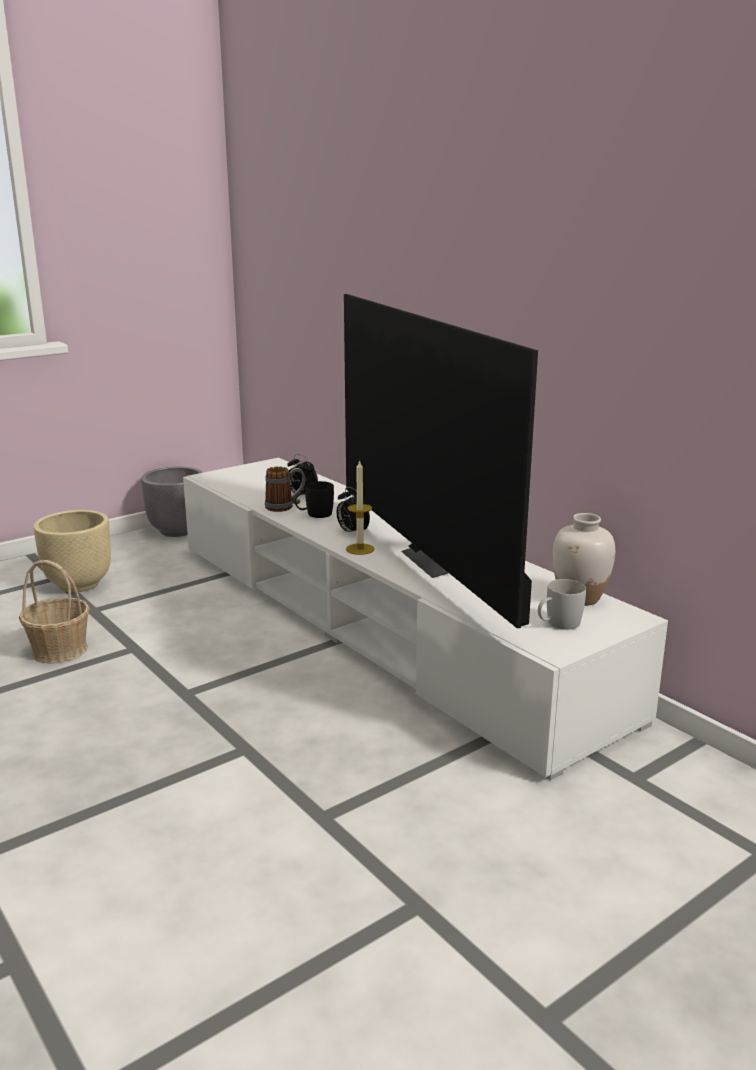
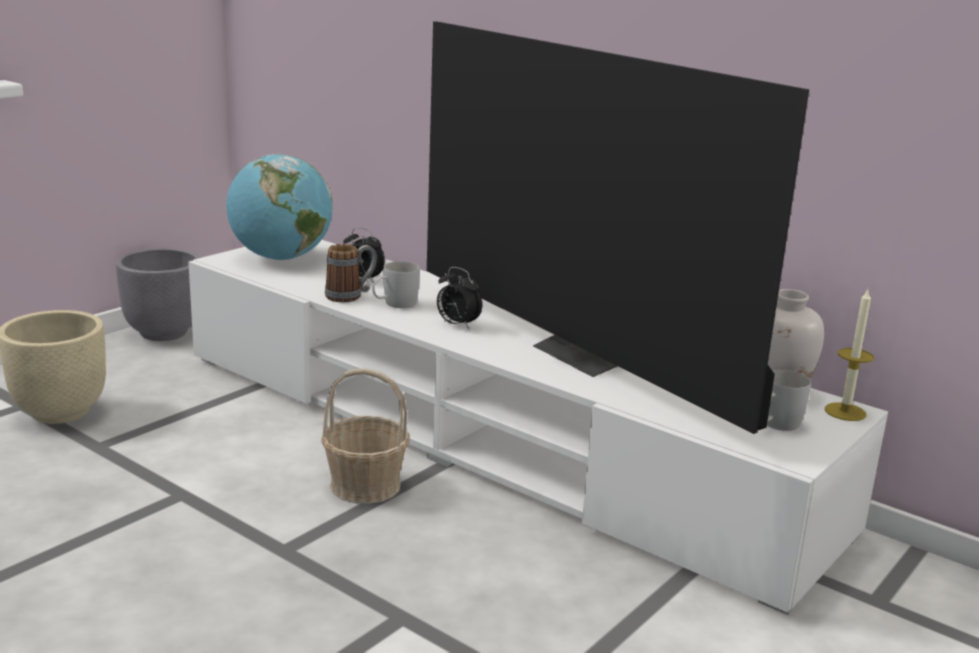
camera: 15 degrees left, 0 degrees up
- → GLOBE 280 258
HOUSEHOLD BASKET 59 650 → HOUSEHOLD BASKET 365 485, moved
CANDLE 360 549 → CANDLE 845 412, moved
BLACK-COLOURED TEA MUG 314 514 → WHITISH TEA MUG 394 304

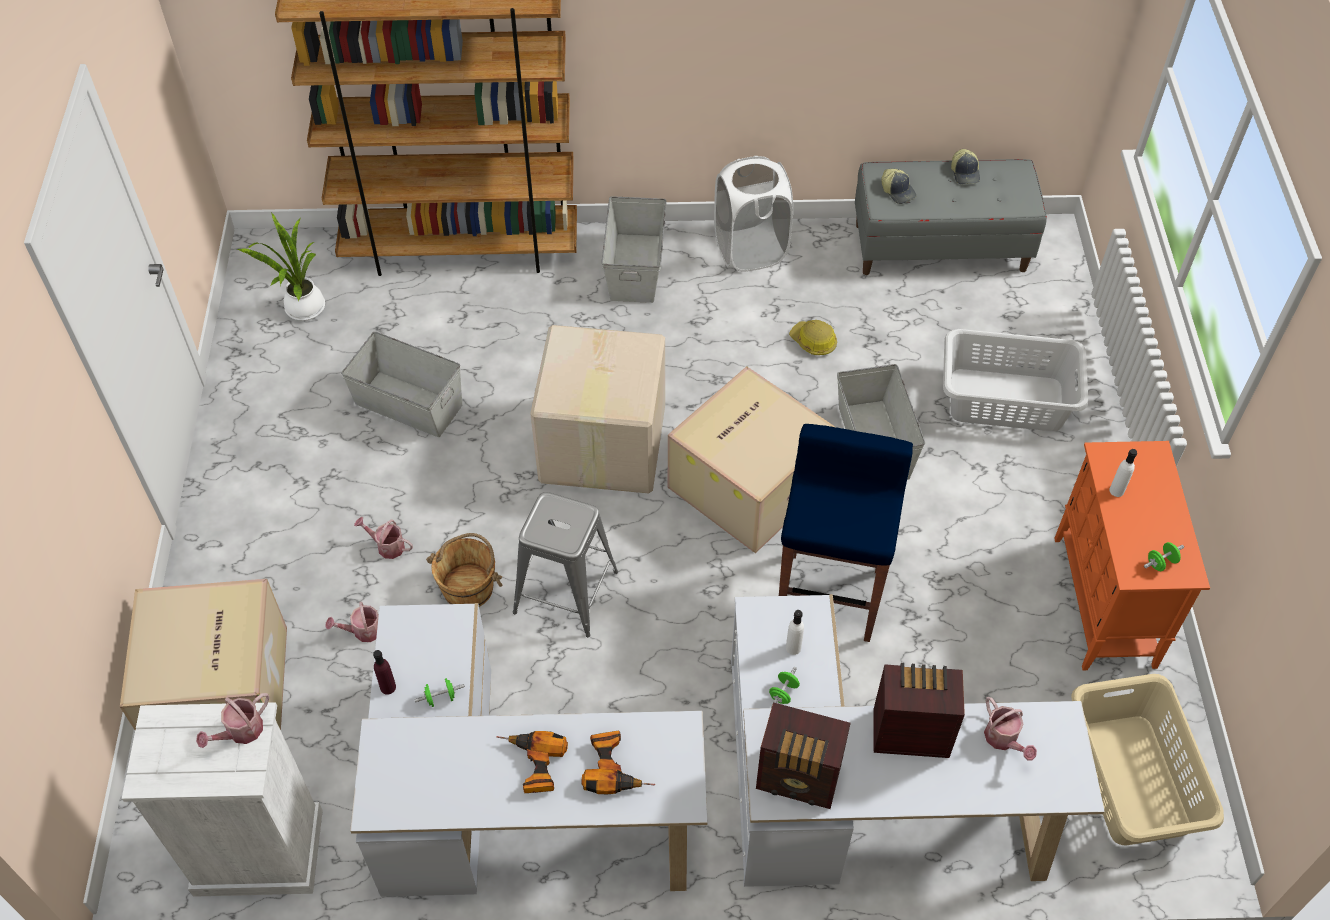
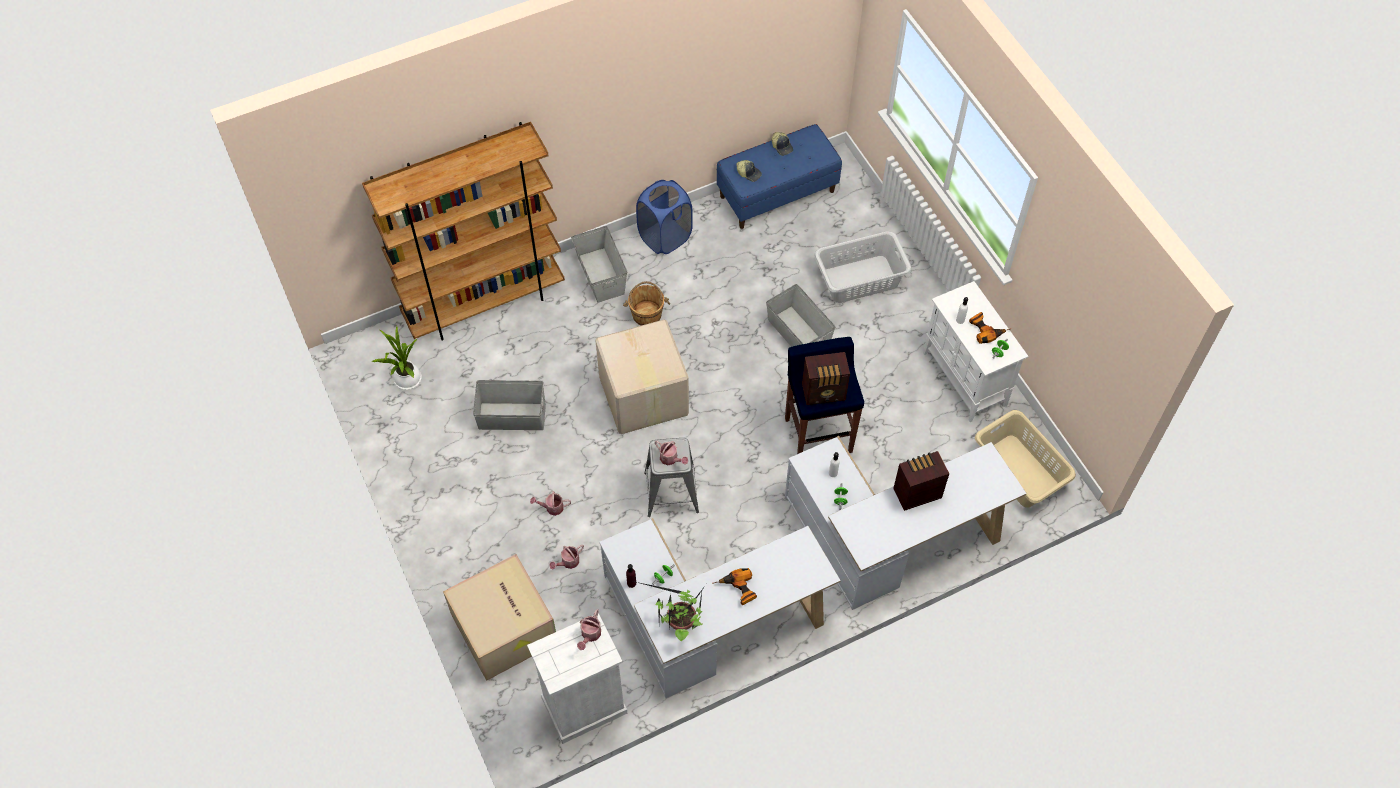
camera: 25 degrees left, 5 degrees up
CARTON 748 482 → -
WORK HELMET 813 342 → -
- → POTTED PLANT 679 621
BROWN-COLOURED PAIL 468 587 → BROWN-COLOURED PAIL 647 313, moved
DRILL 614 766 → DRILL 986 329, moved
RADIO SET 799 779 → RADIO SET 824 393, moved
SPRINKLING CAN 1004 739 → SPRINKLING CAN 670 459, moved
WHITISH WASHING BASKET 750 250 → BLUISH WASHING BASKET 665 237
GREYISH BENCH 940 247 → BLUISH BENCH 777 193
ORANGEY STORAGE CABINET 1104 603 → WHITISH STORAGE CABINET 965 379

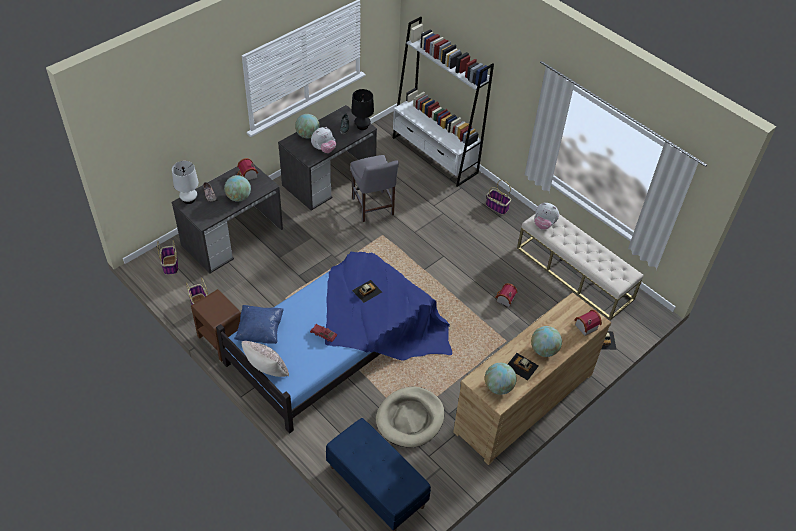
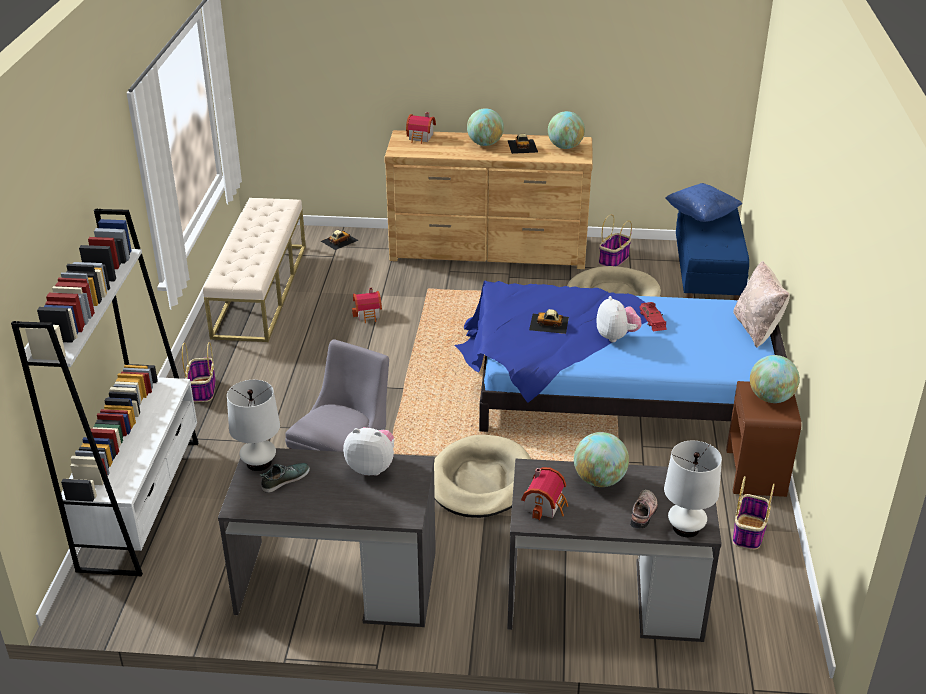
camera: 130 degrees left, 15 degrees down
- → SAND-COLOURED DOG BED 480 481
HOUSEHOLD BASKET 170 265 → HOUSEHOLD BASKET 613 260, moved
BLUISH PILLOW 260 331 → BLUISH PILLOW 701 215, moved
GLOBE 307 135 → GLOBE 770 398, moved
PLUSH TOY 544 224 → PLUSH TOY 616 336, moved
BLACK-COLOURED TABLETOP LAMP 362 126 → WHITISH TABLETOP LAMP 259 462

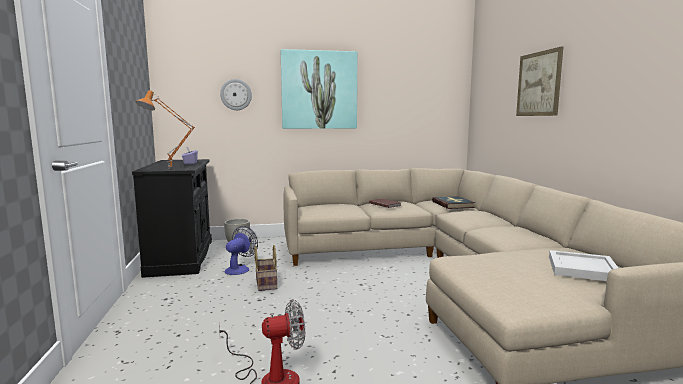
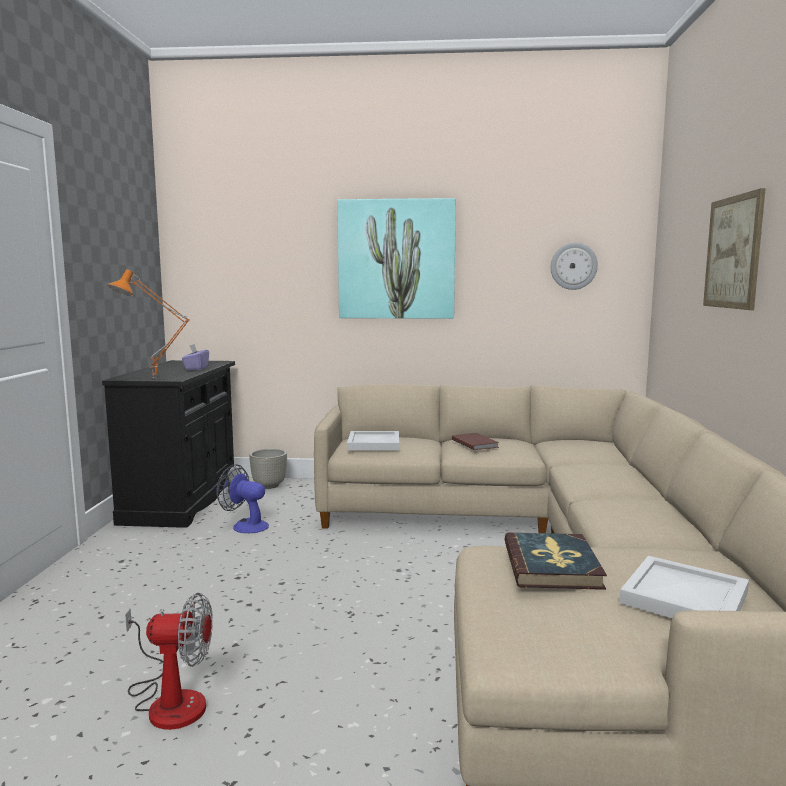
camera: 15 degrees right, 0 degrees up
HOUSEHOLD BASKET 265 283 → -
- → WHITISH CARRYING TRAY 374 443
CLOCK ON THE WALL 236 94 → CLOCK ON THE WALL 573 266, moved
BOOK 453 204 → BOOK 552 565, moved
FAN 240 269 → FAN 245 525, 105 degrees counterclockwise

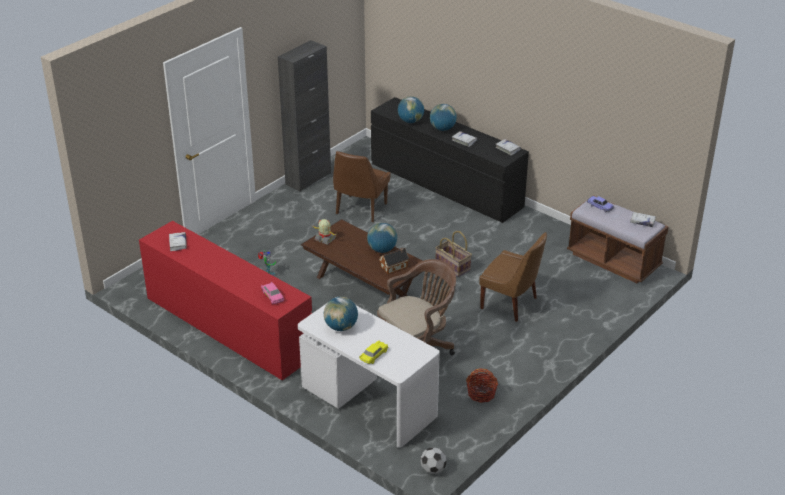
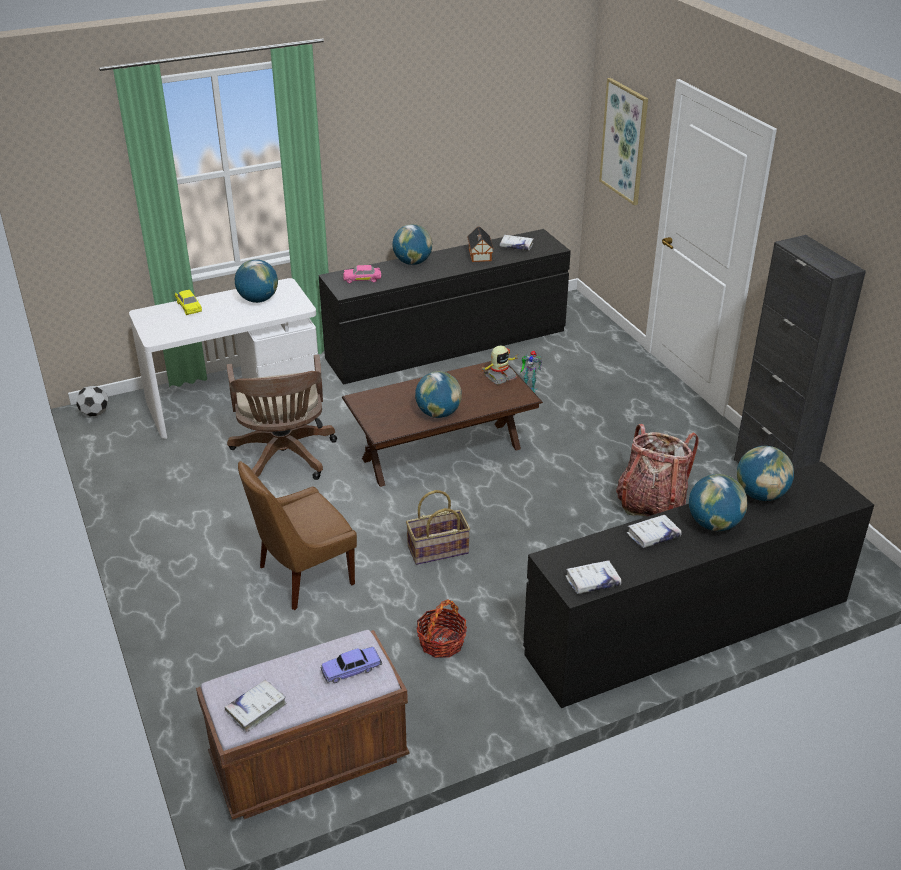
camera: 115 degrees right, 0 degrees up
- → GLOBE 412 262
- → WALL PICTURE 624 141
TOY HOUSE 395 266 → TOY HOUSE 479 255, moved
HOUSEHOLD BASKET 481 394 → HOUSEHOLD BASKET 441 642, moved
BROWN-COLOURED PLAIN CHAIR 360 210 → BACKPACK 651 504
RED-COLOURED CHEST OF DRAWERS 228 327 → BLACK-COLOURED CHEST OF DRAWERS 446 344

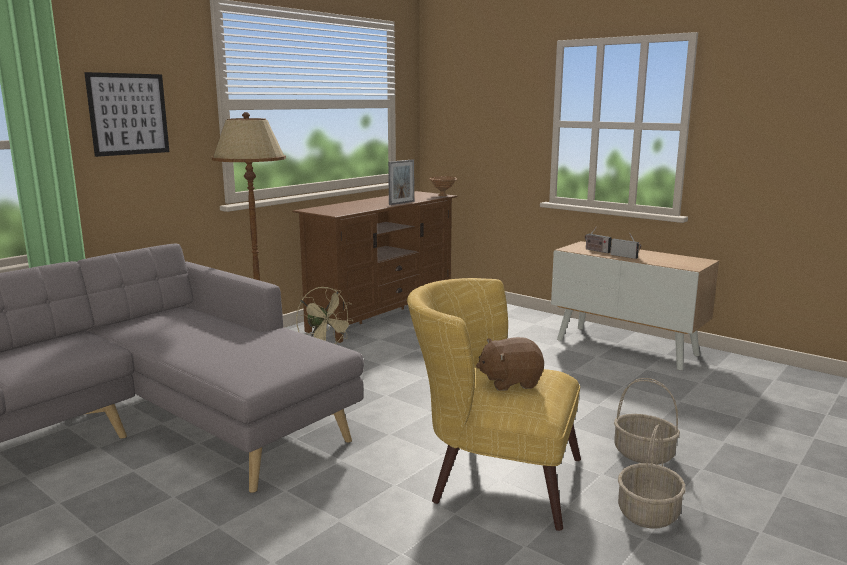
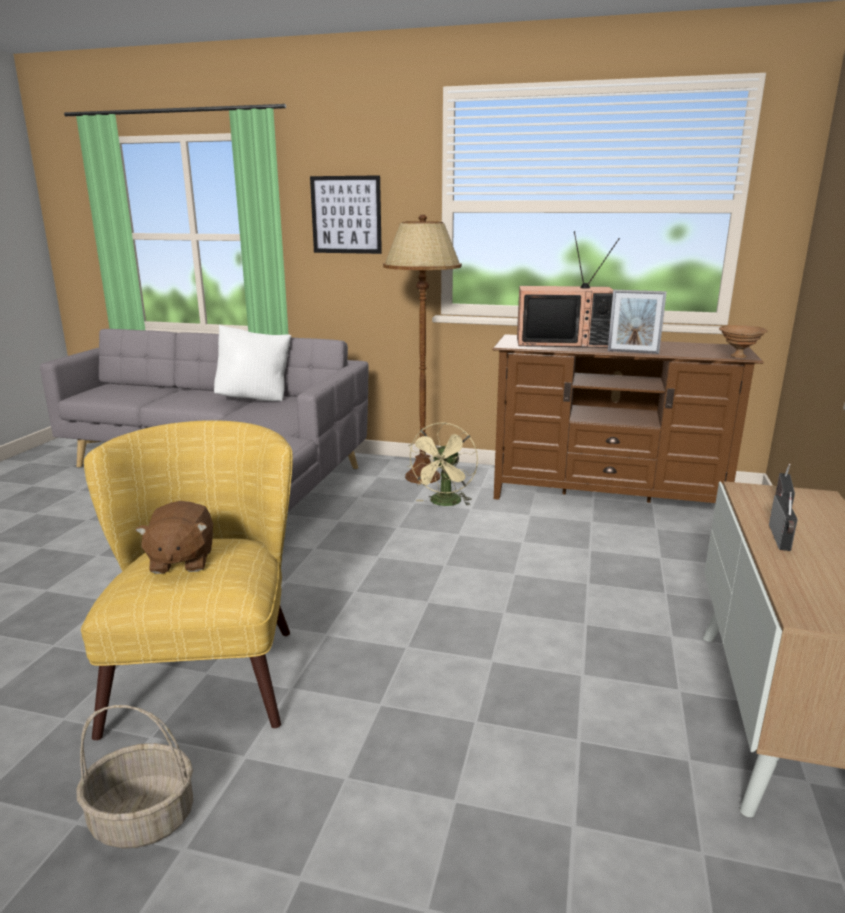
camera: 65 degrees right, 5 degrees up
HOUSEHOLD BASKET 644 454 → -
- → WHITISH PILLOW 255 399
- → TV 563 342
BROWN-COLOURED PLUSH TOY 510 382 → BROWN-COLOURED PLUSH TOY 181 561, 150 degrees counterclockwise

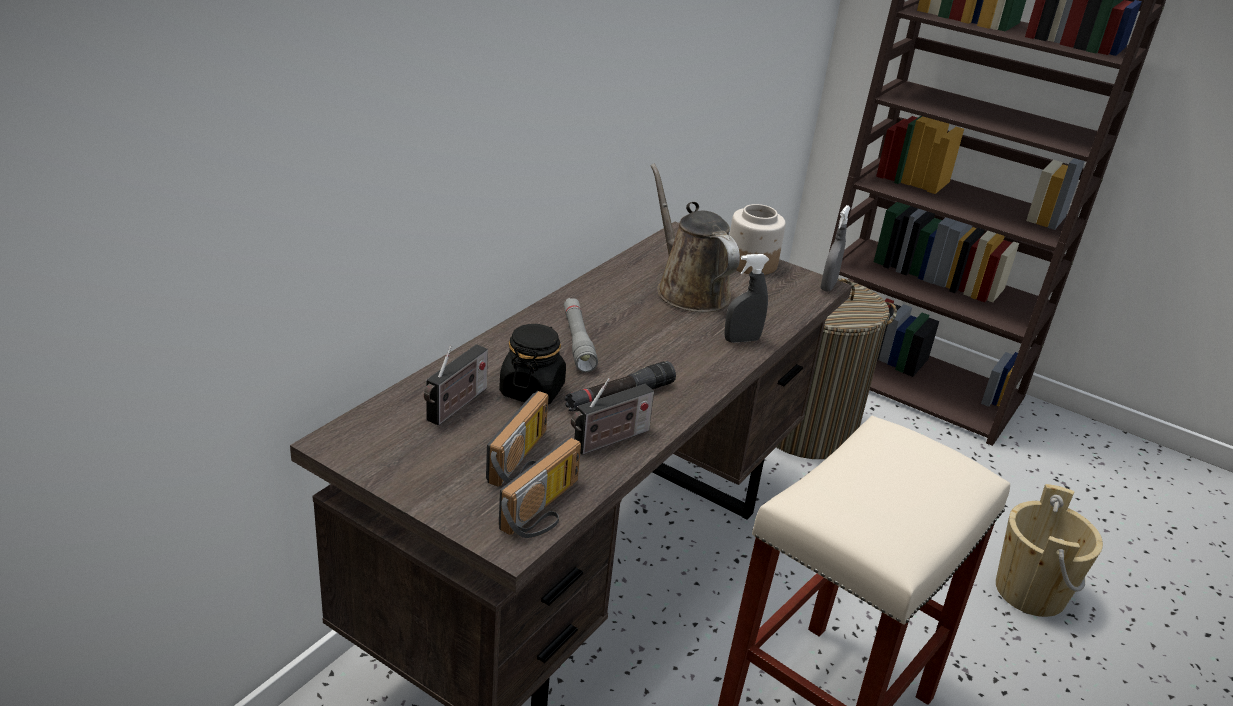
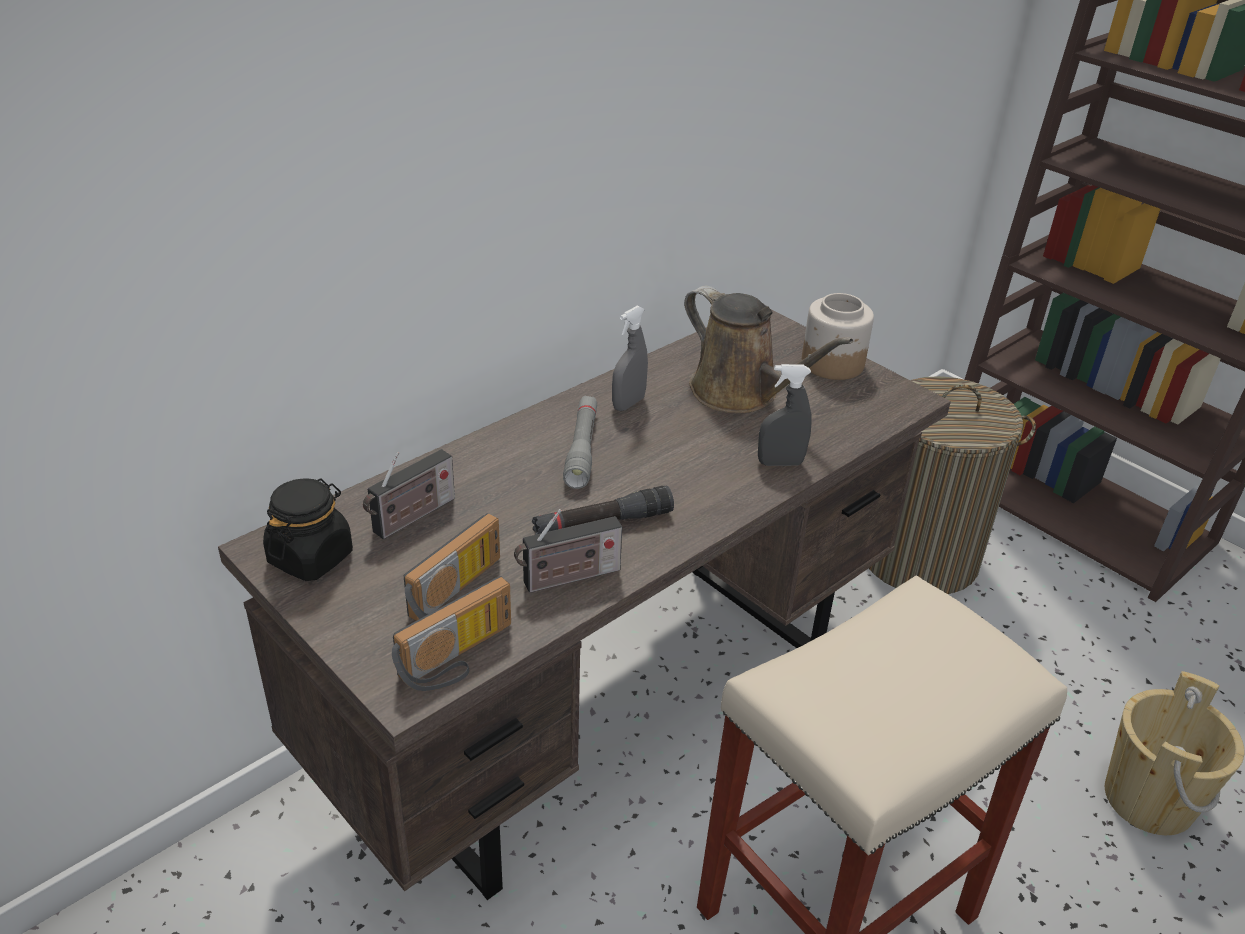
camera: 15 degrees right, 5 degrees up
BLACK-COLOURED STORAGE JAR 532 390 → BLACK-COLOURED STORAGE JAR 311 557, moved
GREYISH HAND SPRAYER 828 286 → GREYISH HAND SPRAYER 628 403, moved
BROWN-COLOURED SPRINKLING CAN 688 290 → BROWN-COLOURED SPRINKLING CAN 740 393, 150 degrees clockwise

